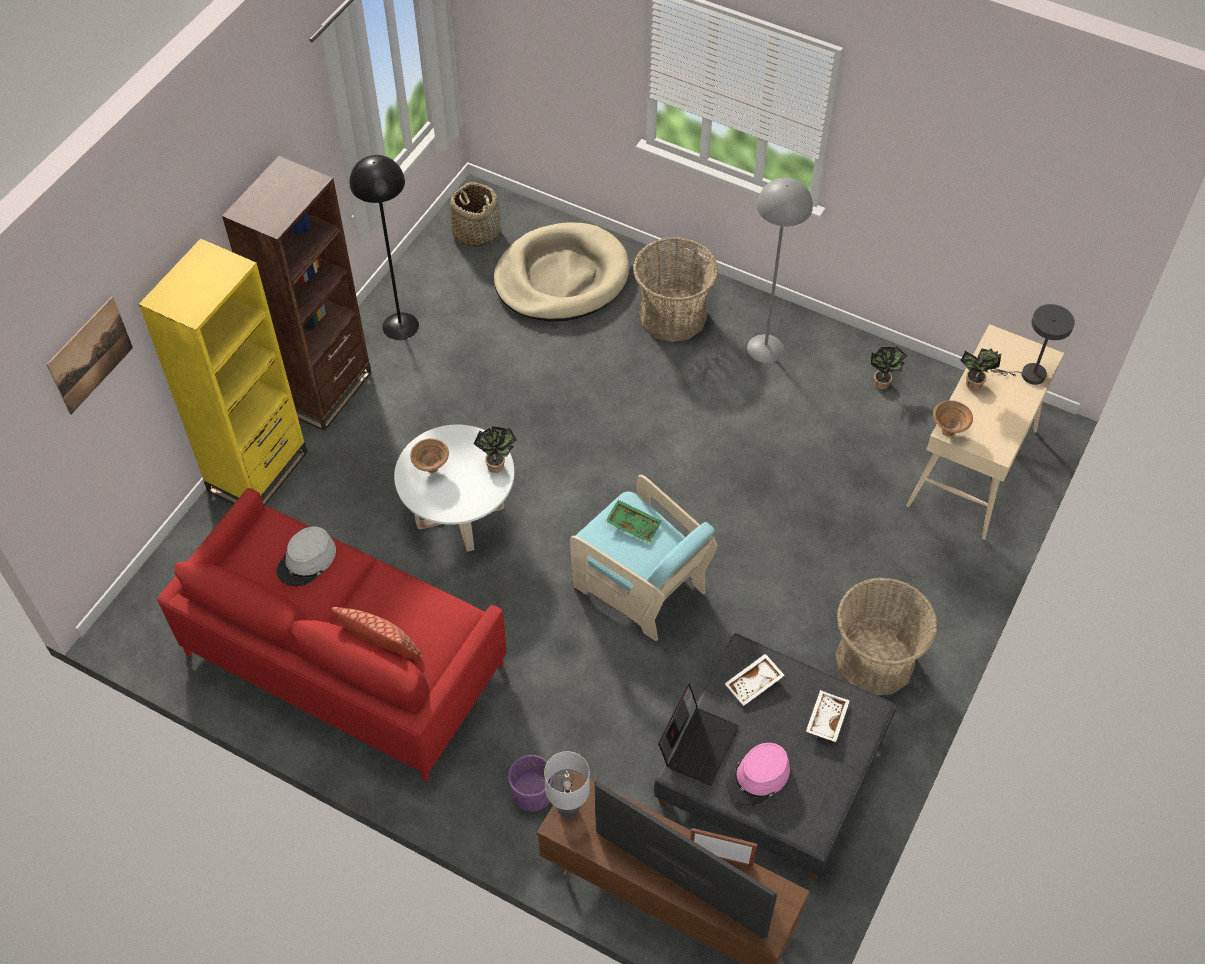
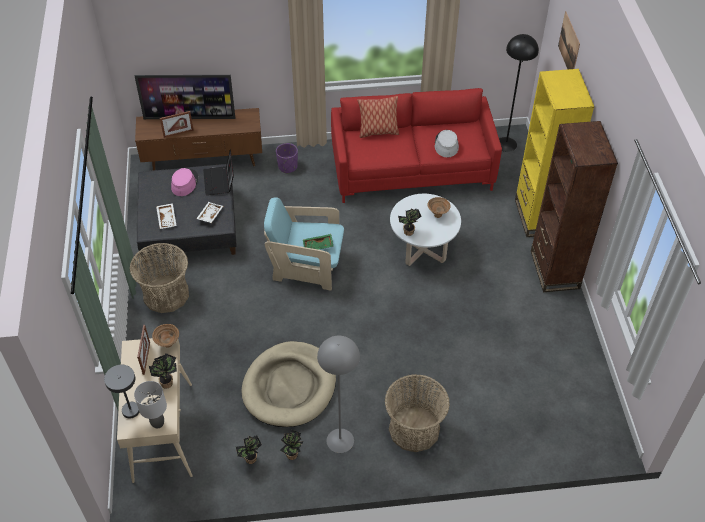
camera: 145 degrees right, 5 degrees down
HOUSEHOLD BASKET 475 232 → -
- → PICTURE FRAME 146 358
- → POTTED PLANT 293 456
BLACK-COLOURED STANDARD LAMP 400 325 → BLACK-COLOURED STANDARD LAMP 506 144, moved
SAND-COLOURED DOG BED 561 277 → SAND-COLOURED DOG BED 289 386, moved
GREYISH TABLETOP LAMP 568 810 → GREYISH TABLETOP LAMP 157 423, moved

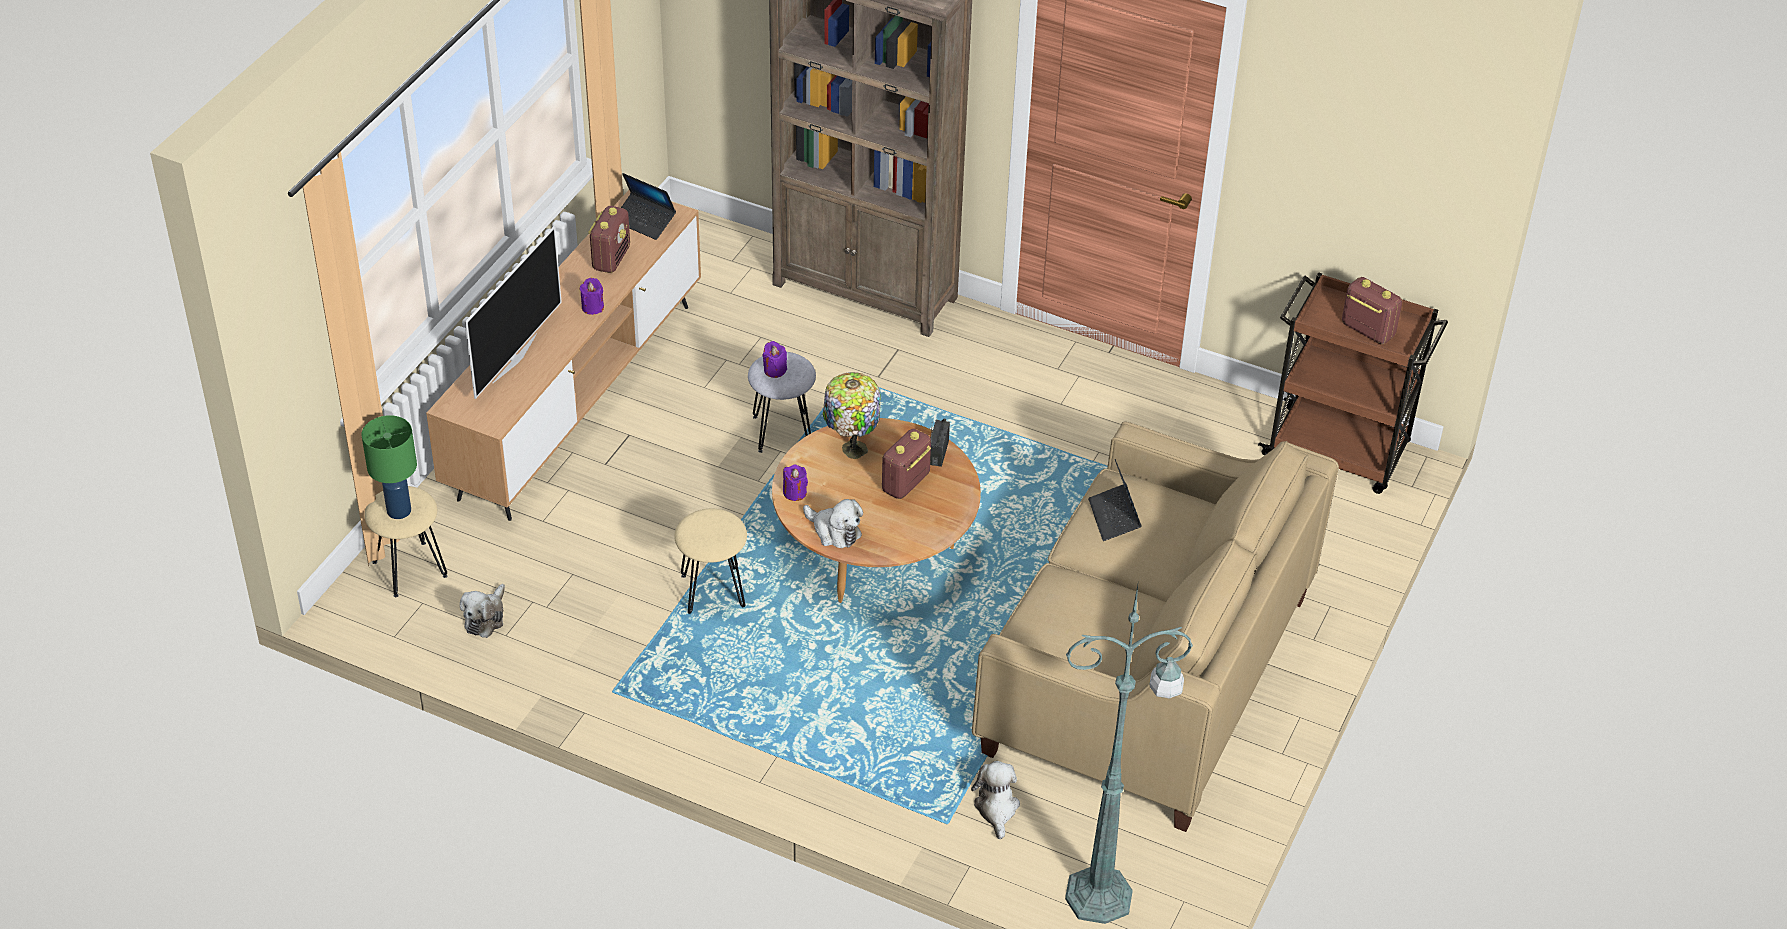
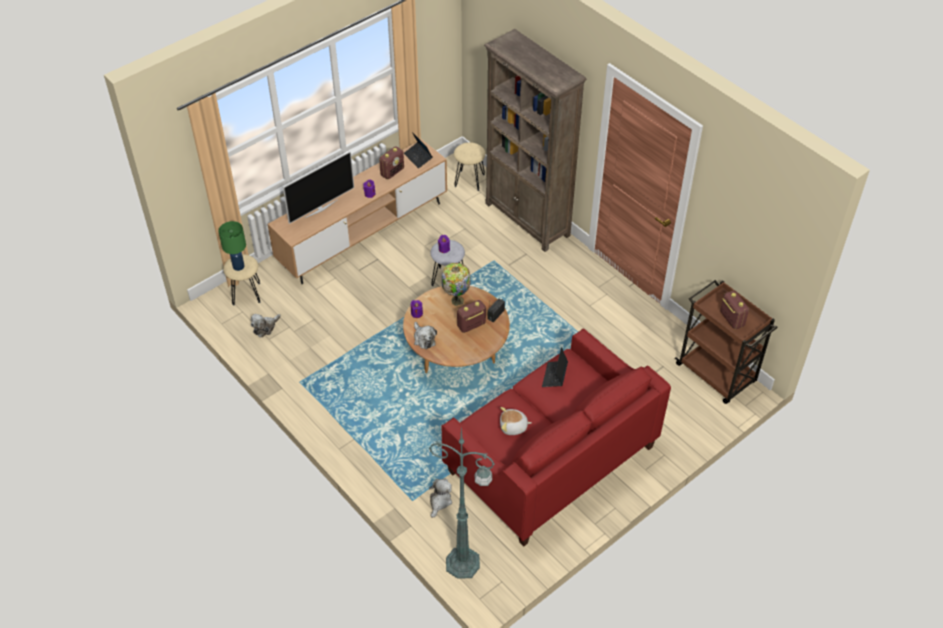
camera: 25 degrees right, 5 degrees up
- → PLUSH TOY 513 427
SAND-COLOURED STOOL SEAT 713 591 → SAND-COLOURED STOOL SEAT 469 180, moved
SAND-COLOURED SOFA 1146 674 → RED-COLOURED SOFA 551 459

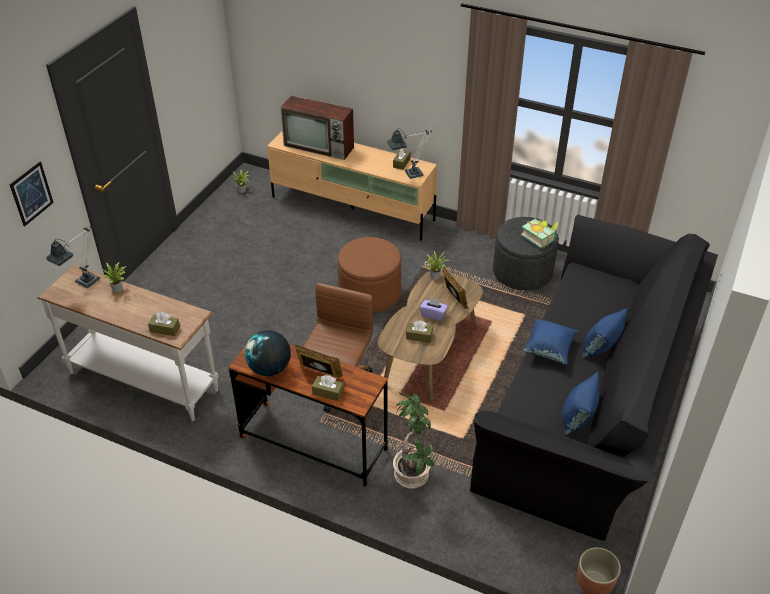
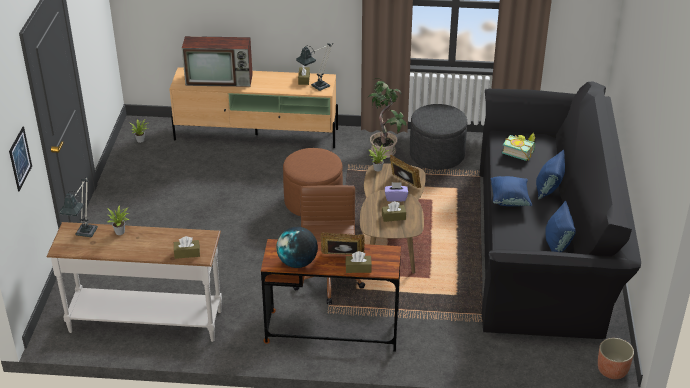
camera: 20 degrees left, 5 degrees down
POTTED PLANT 413 475 → POTTED PLANT 384 151, moved
BOOK 540 237 → BOOK 519 151, moved

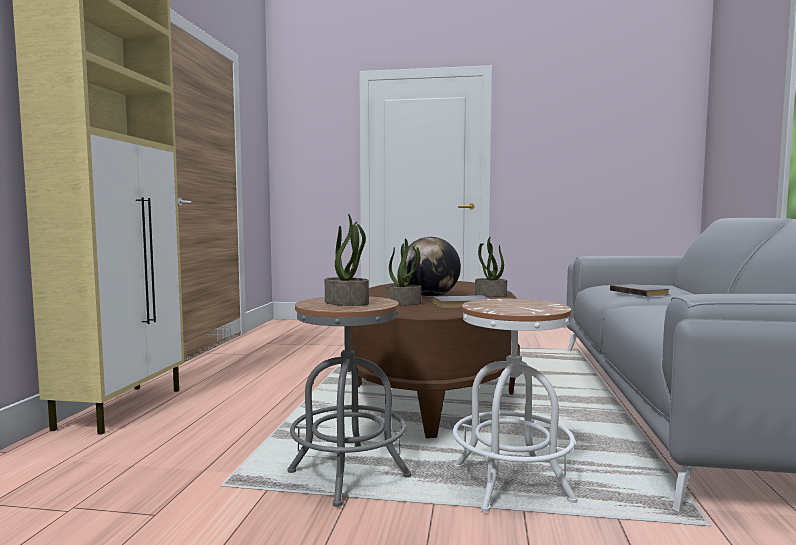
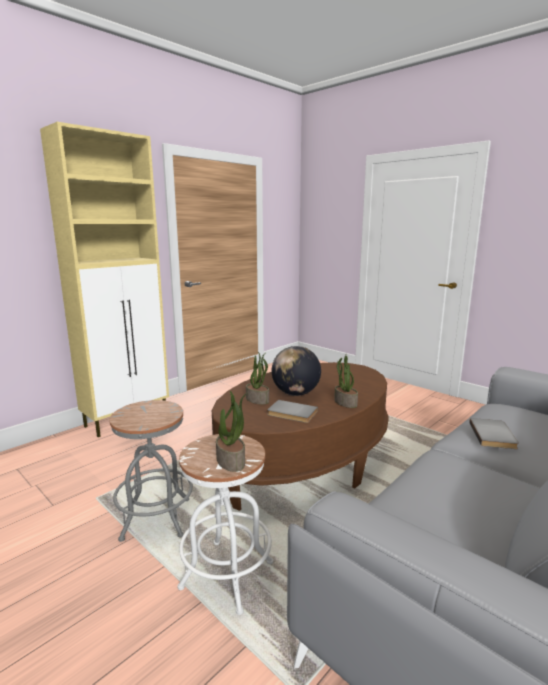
camera: 35 degrees right, 10 degrees up
POTTED PLANT 347 303 → POTTED PLANT 231 461, moved

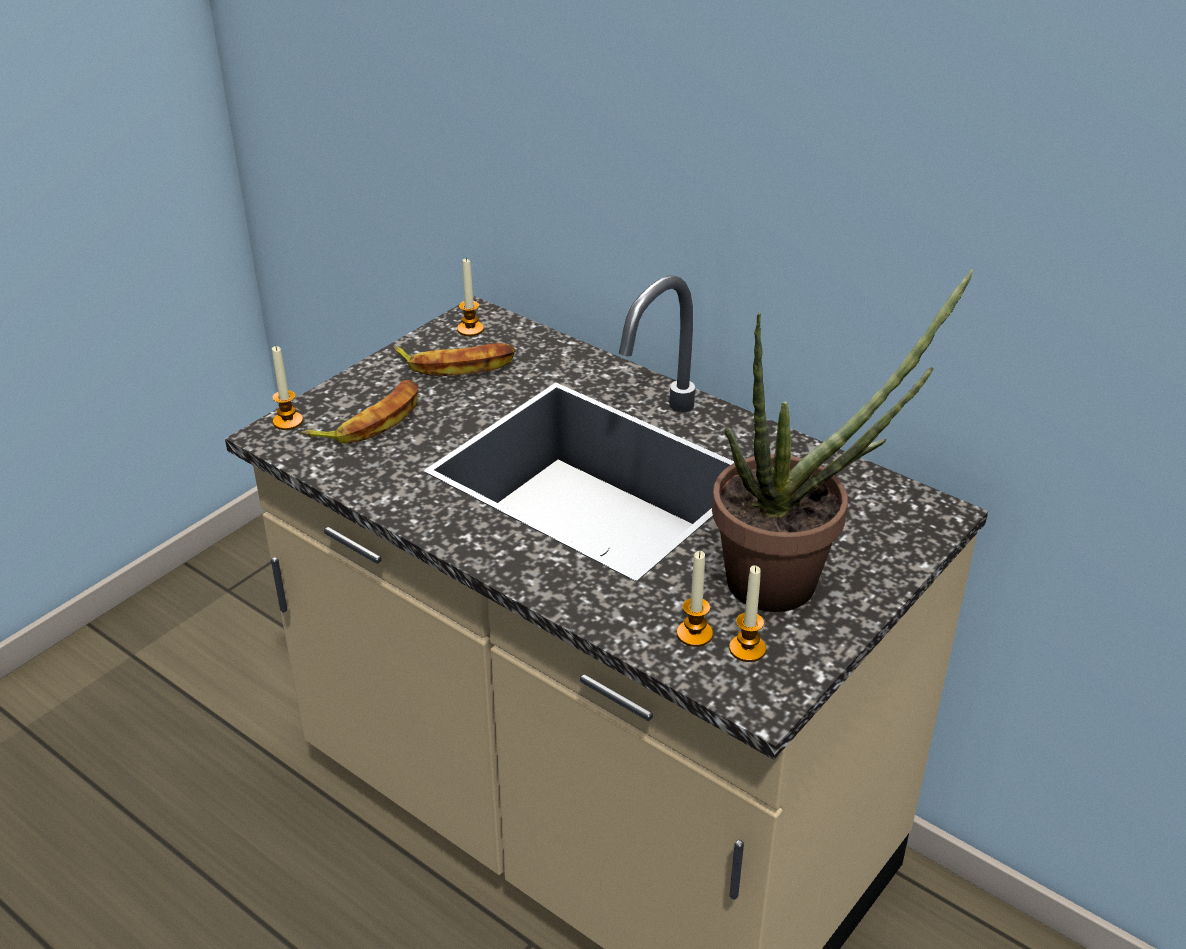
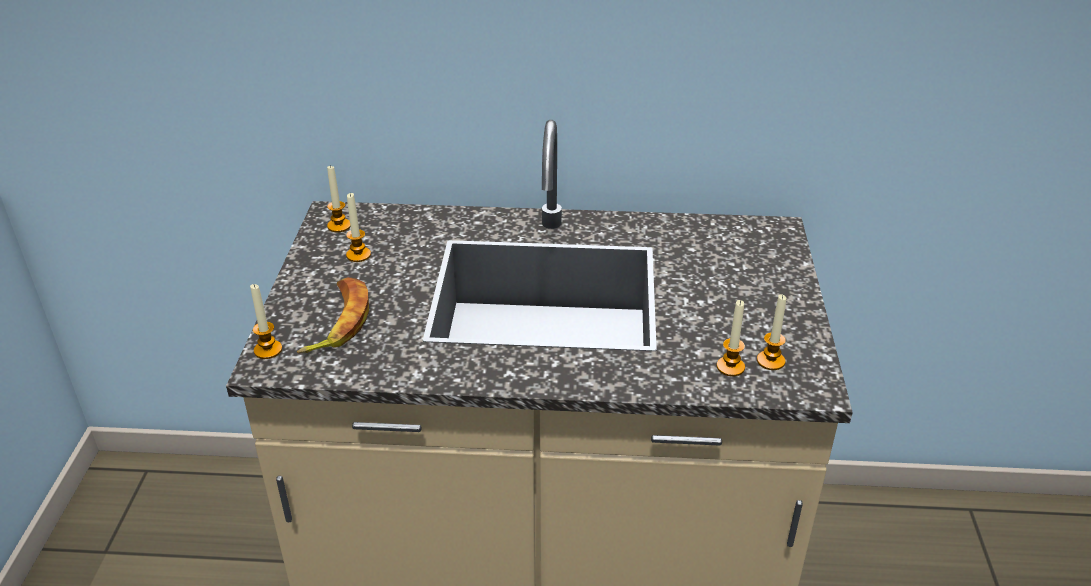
camera: 35 degrees left, 0 degrees up
POTTED PLANT 791 579 → -
BANANA 457 364 → CANDLE 358 255

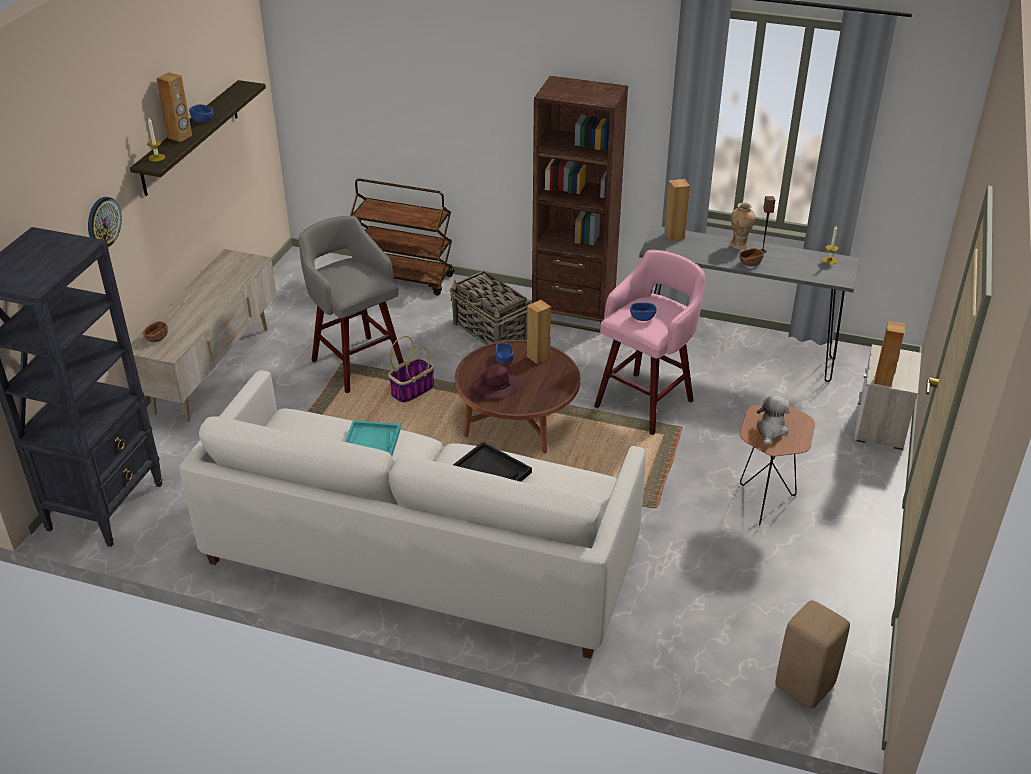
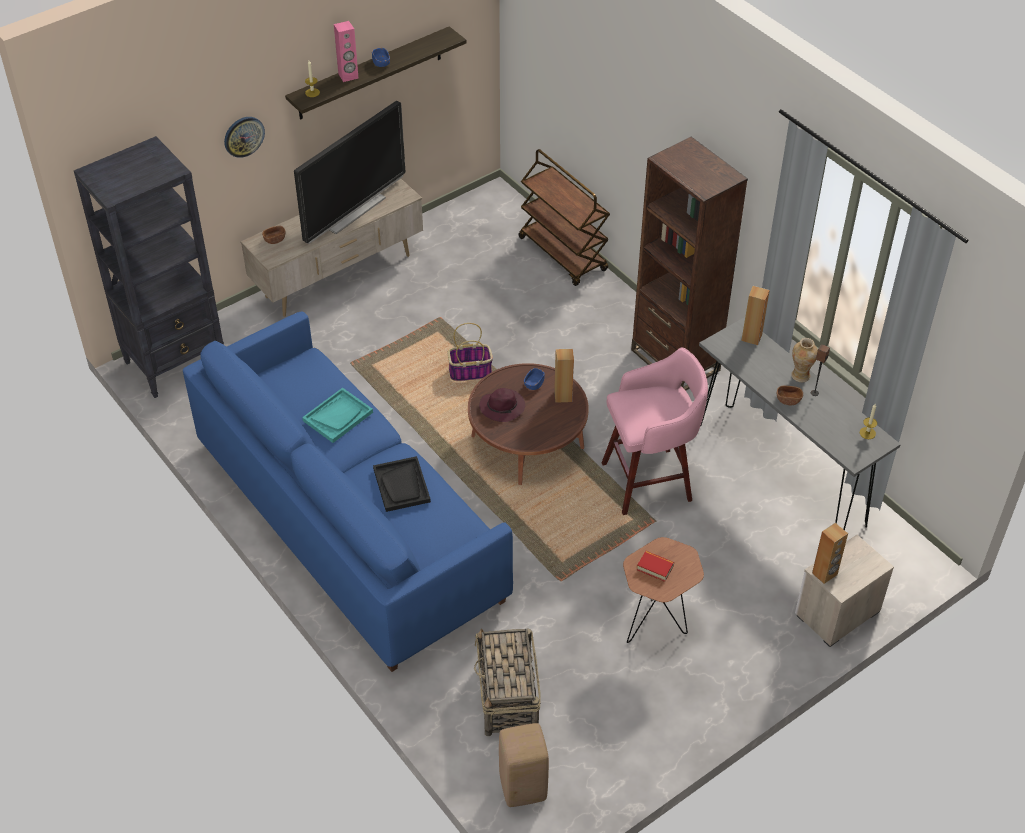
camera: 35 degrees right, 10 degrees up
GREYISH STOOL SEAT 356 363 → -
BLUISH DEEP DISH 642 317 → -
- → TV 352 211
HOUSEHOLD BASKET 491 331 → HOUSEHOLD BASKET 507 698, moved
PLUSH TOY 771 430 → BOOK 655 568
BROWN-COLOURED LOUDSPEAKER 180 136 → PINK-COLOURED LOUDSPEAKER 348 76
WHITISH SOFA 420 555 → BLUISH SOFA 348 521

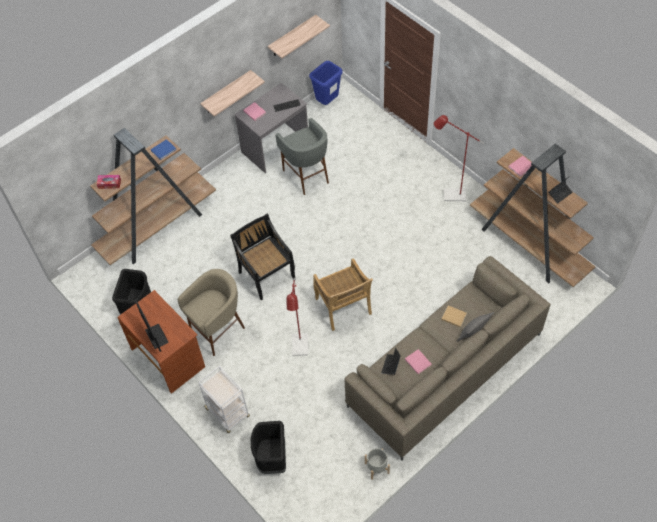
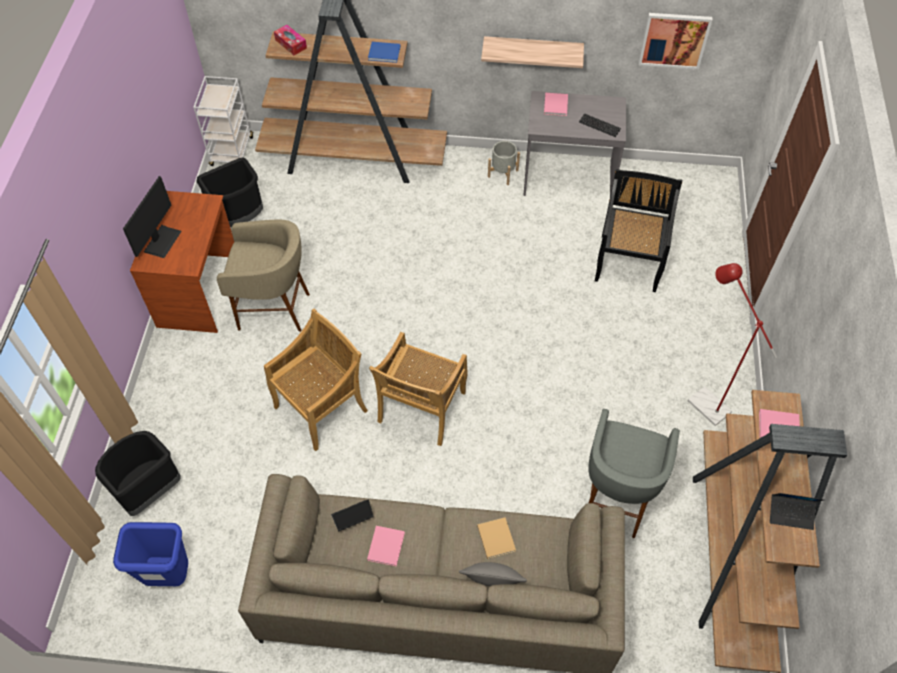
camera: 45 degrees right, 0 degrees up
WHITISH CART 228 413 → WHITISH CART 232 152, moved
BLACK-COLOURED PLAIN CHAIR 266 275 → BLACK-COLOURED PLAIN CHAIR 628 261, moved
GREYISH STOOL SEAT 307 176 → GREYISH STOOL SEAT 616 499, moved
BLUISH TRASH CAN 327 102 → BLUISH TRASH CAN 170 576, moved
GREYISH PLANTER 377 468 → GREYISH PLANTER 503 173, moved
BRACKET SHELF 292 36 → WALL PICTURE 674 40
RED-COLOURED STANDARD LAMP 300 349 → SAND-COLOURED PLAIN CHAIR 322 407

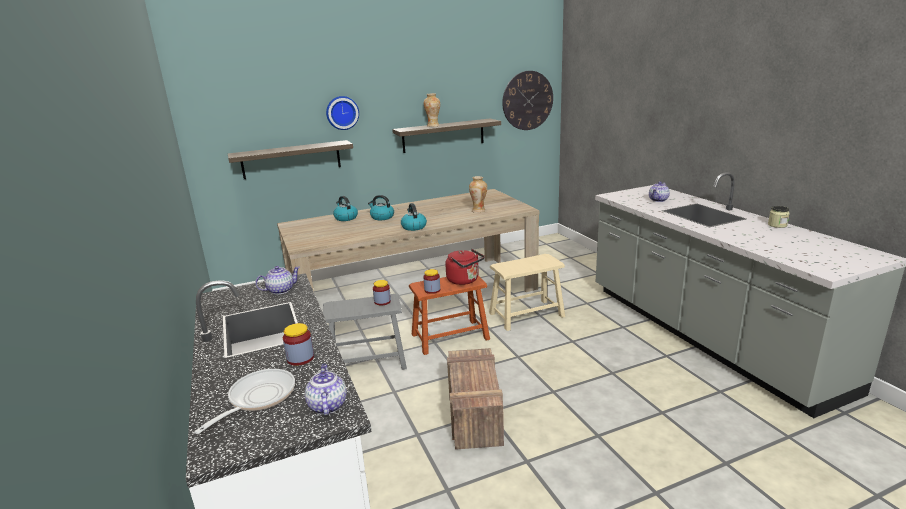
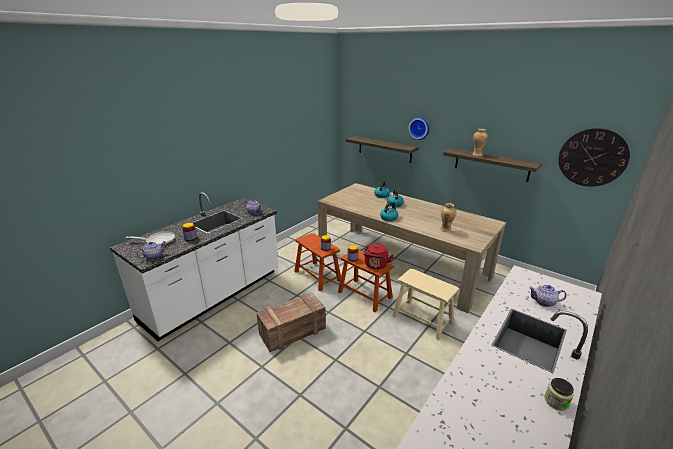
camera: 60 degrees right, 5 degrees up
GREYISH STOOL SEAT 368 362 → BROWN-COLOURED STOOL SEAT 317 276

